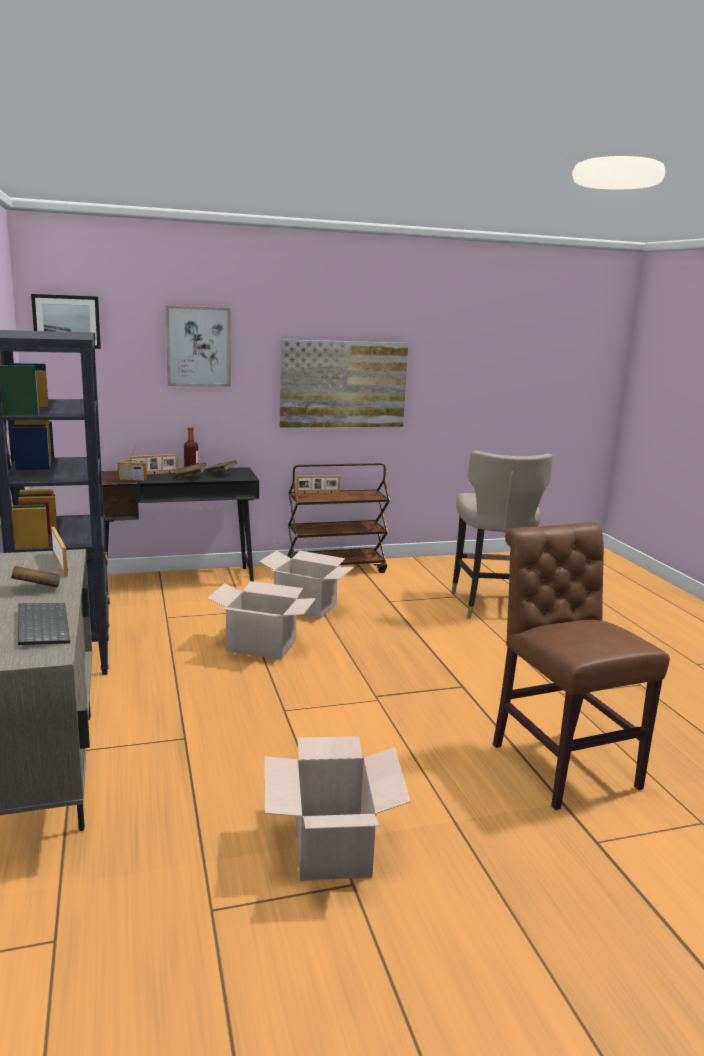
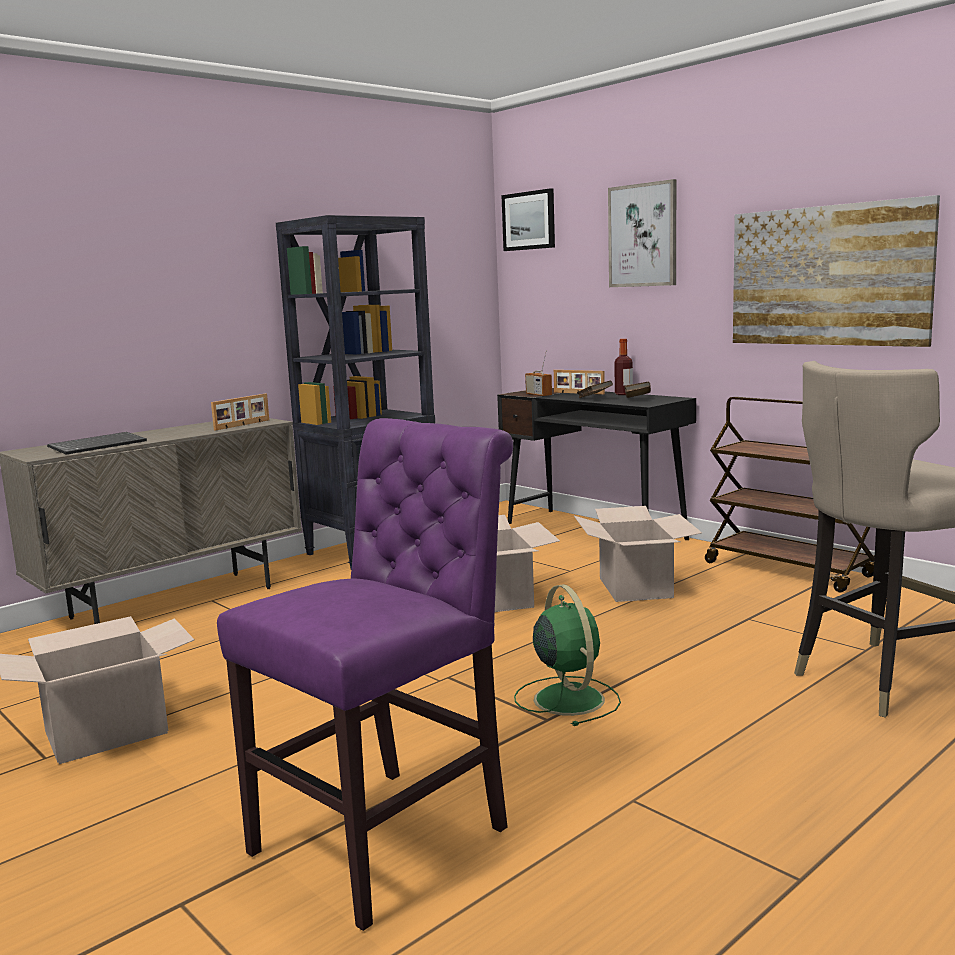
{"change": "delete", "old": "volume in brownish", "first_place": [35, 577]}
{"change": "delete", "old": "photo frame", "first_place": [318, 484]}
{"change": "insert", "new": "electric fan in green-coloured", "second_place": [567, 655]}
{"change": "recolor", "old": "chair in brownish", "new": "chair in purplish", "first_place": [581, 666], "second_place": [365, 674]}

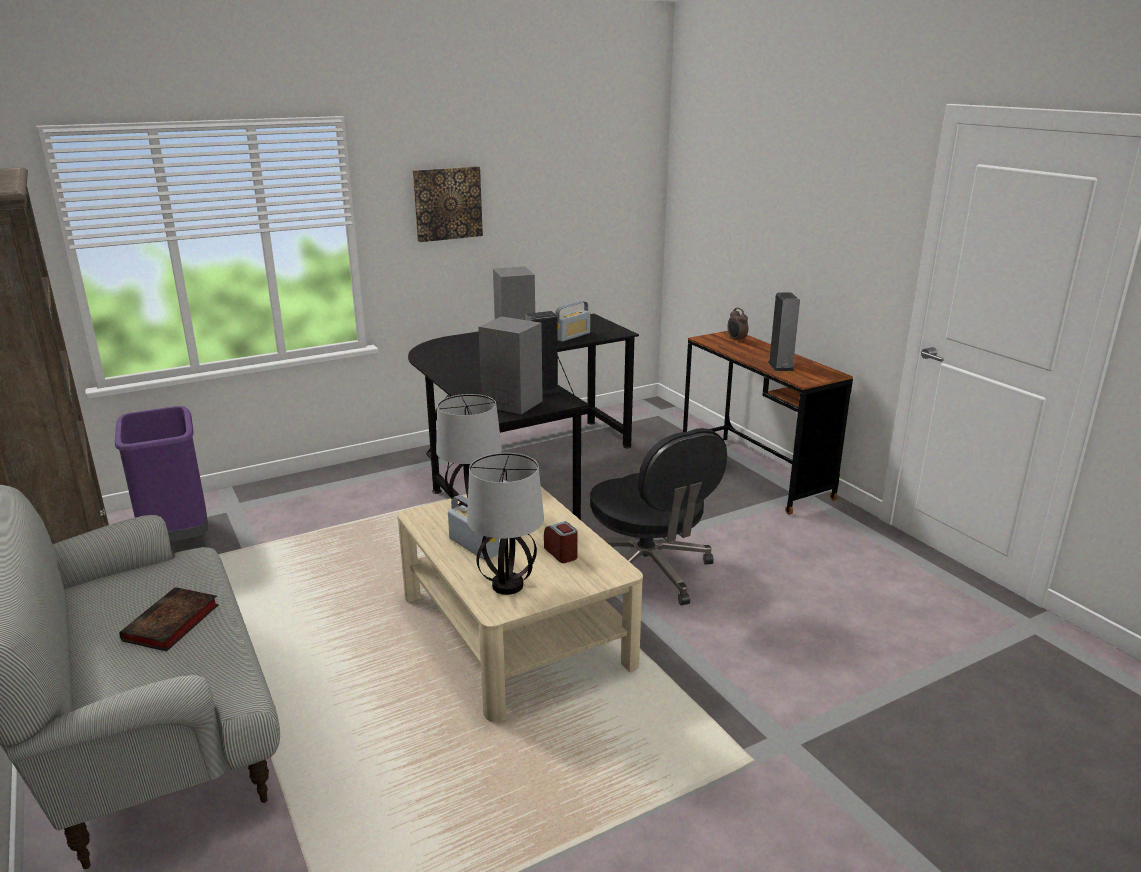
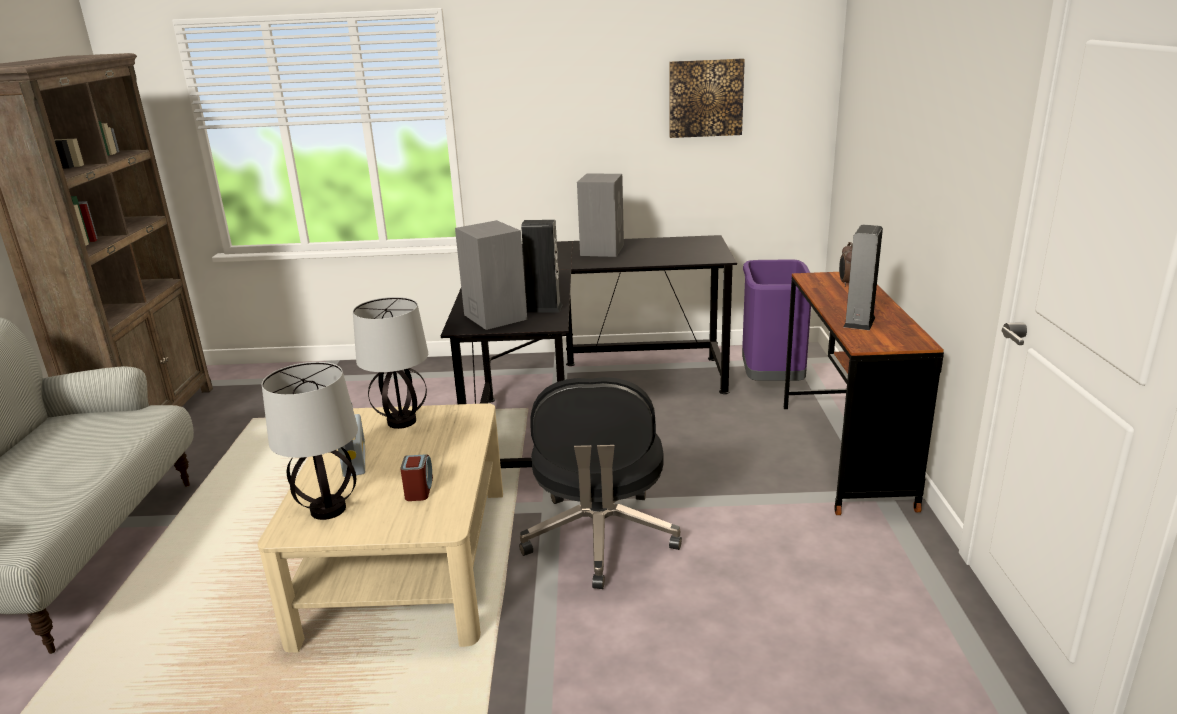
{"change": "delete", "old": "volume", "first_place": [169, 619]}
{"change": "delete", "old": "radio set", "first_place": [572, 321]}
{"change": "move", "old": "rubbish bin in purplish", "first_place": [161, 474], "second_place": [776, 320]}
{"change": "move", "old": "wall picture", "first_place": [448, 204], "second_place": [707, 98]}

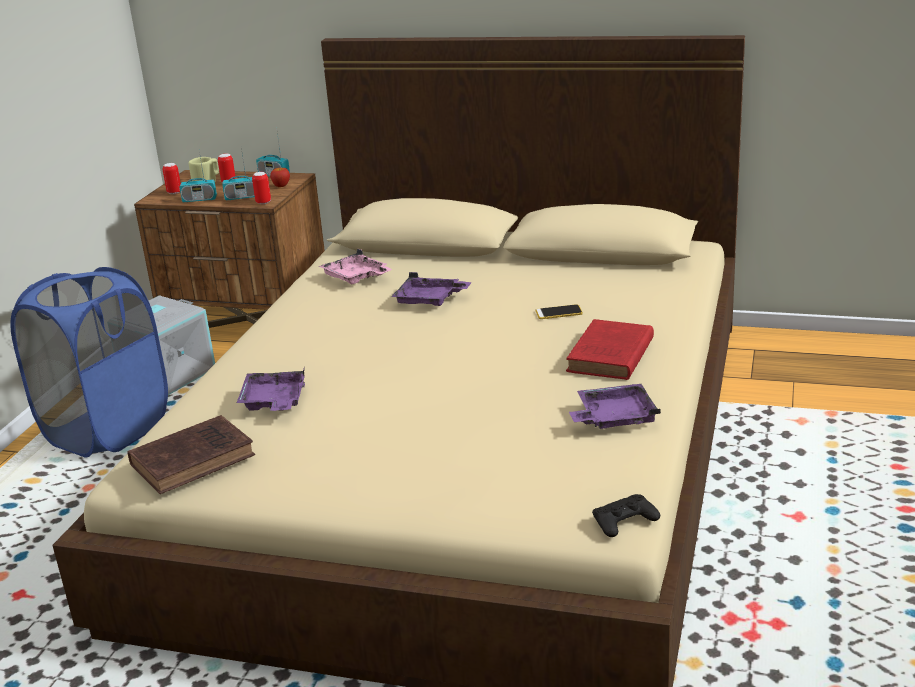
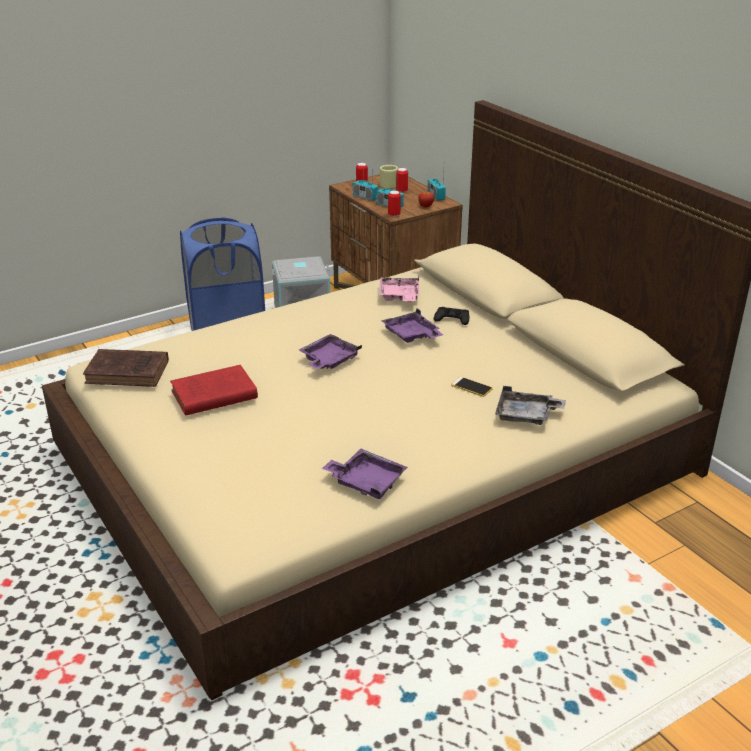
{"change": "insert", "new": "serving tray in gray", "second_place": [530, 405]}
{"change": "move", "old": "serving tray in purplish", "first_place": [271, 389], "second_place": [330, 351]}
{"change": "move", "old": "volume in reddish", "first_place": [610, 349], "second_place": [214, 390]}
{"change": "move", "old": "gamepad in black", "first_place": [626, 515], "second_place": [451, 316]}

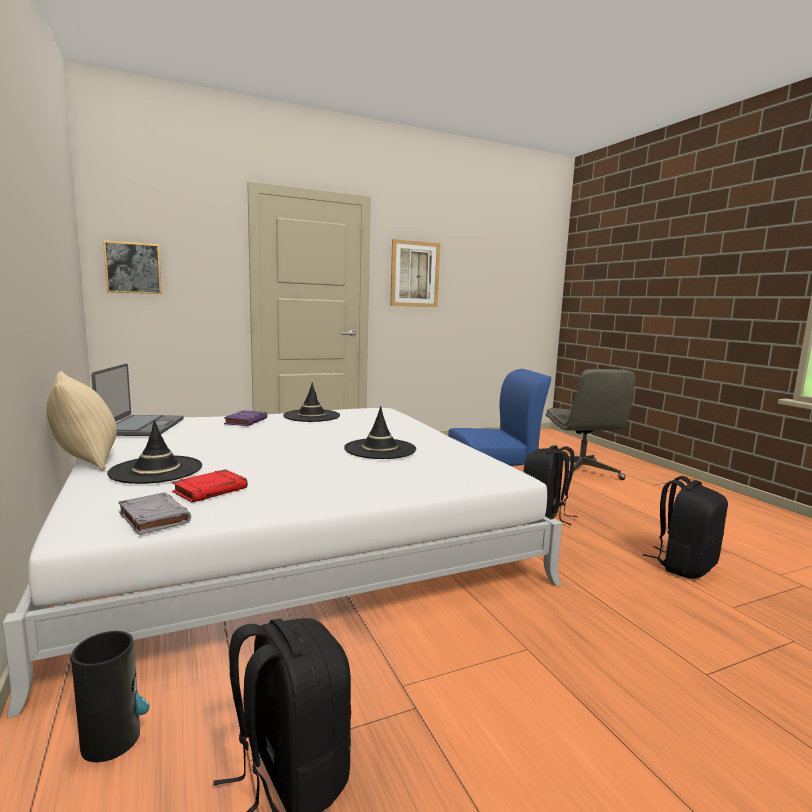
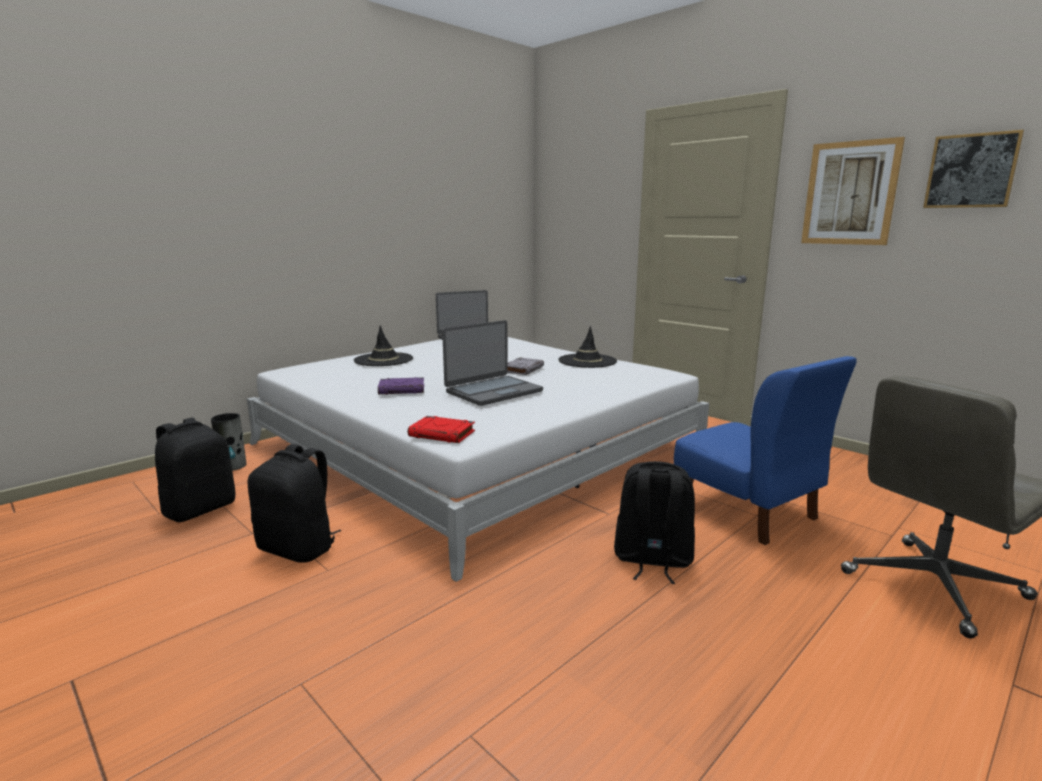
{"change": "delete", "old": "throw pillow in beige", "first_place": [82, 421]}
{"change": "move", "old": "wall picture", "first_place": [132, 267], "second_place": [973, 169]}
{"change": "move", "old": "volume in gray", "first_place": [155, 513], "second_place": [526, 366]}
{"change": "move", "old": "volume in reddish", "first_place": [210, 486], "second_place": [441, 429]}
{"change": "move", "old": "volume in purplish", "first_place": [245, 418], "second_place": [401, 386]}
{"change": "move", "old": "knapsack in black", "first_place": [685, 527], "second_place": [294, 503]}
{"change": "replace", "old": "clothing hat in black", "new": "notebook computer", "first_place": [380, 432], "second_place": [492, 363]}

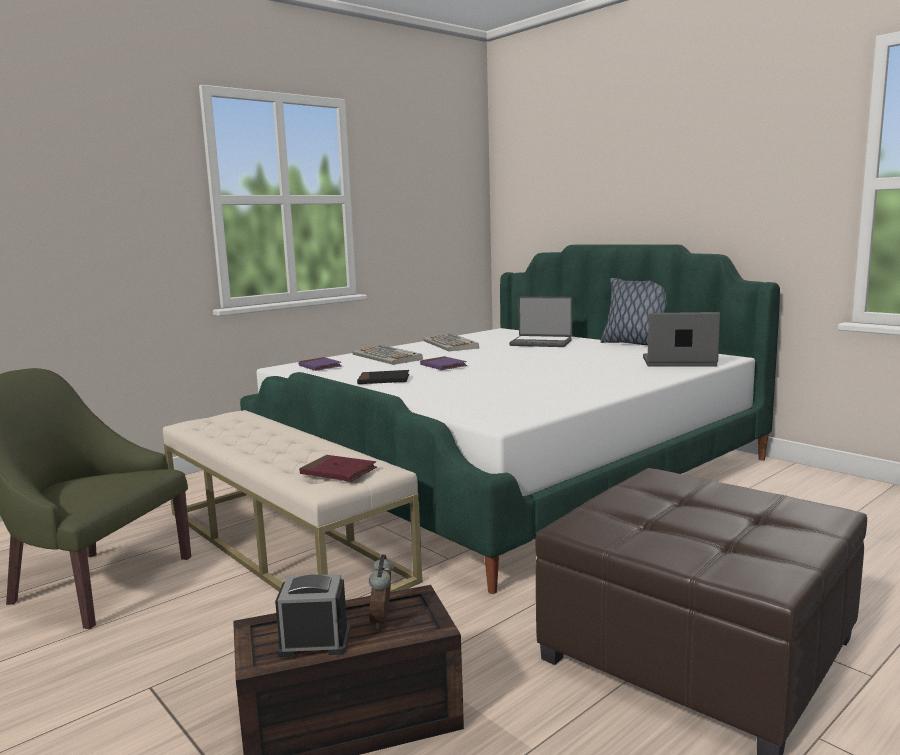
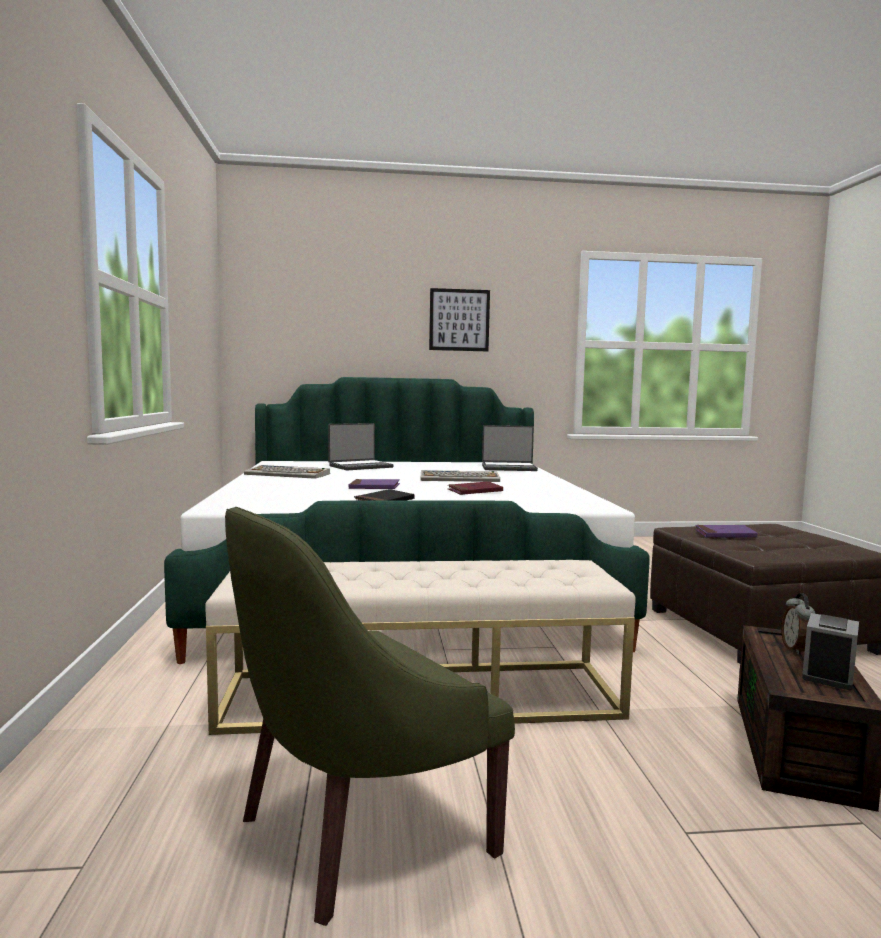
{"change": "delete", "old": "throw pillow", "first_place": [633, 311]}
{"change": "insert", "new": "wall picture", "second_place": [459, 319]}
{"change": "move", "old": "volume in purplish", "first_place": [320, 364], "second_place": [726, 531]}
{"change": "move", "old": "volume in reddish", "first_place": [338, 468], "second_place": [475, 488]}
{"change": "move", "old": "keyboard", "first_place": [387, 355], "second_place": [460, 476]}
{"change": "rotate", "old": "alarm clock", "first_place": [381, 591], "second_place": [798, 624], "degrees": 60}
{"change": "rotate", "old": "notebook computer", "first_place": [681, 339], "second_place": [510, 448], "degrees": -135}

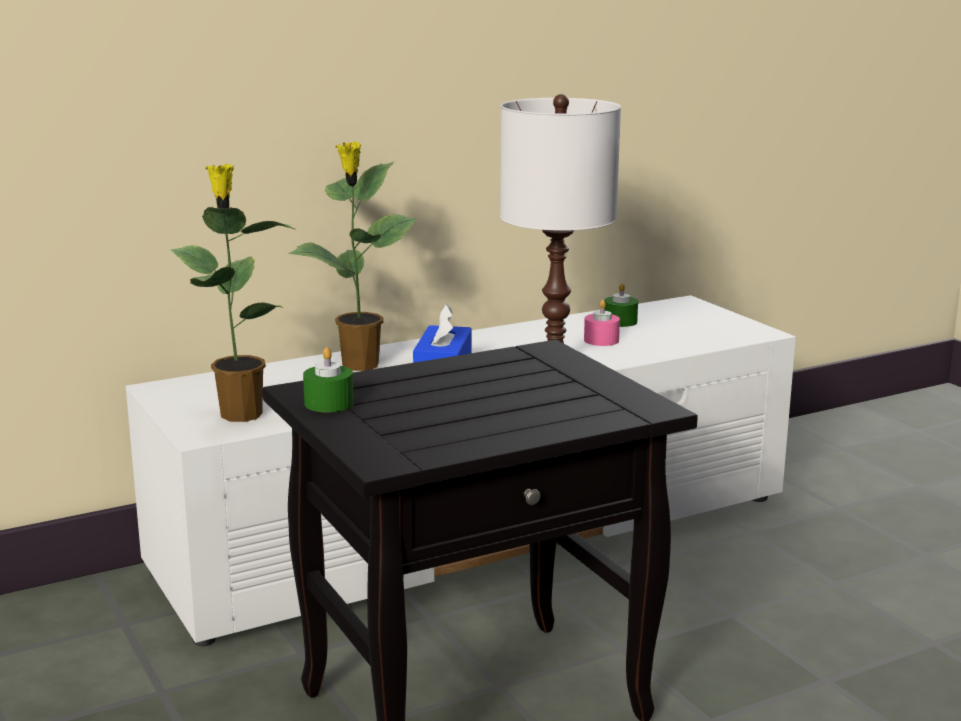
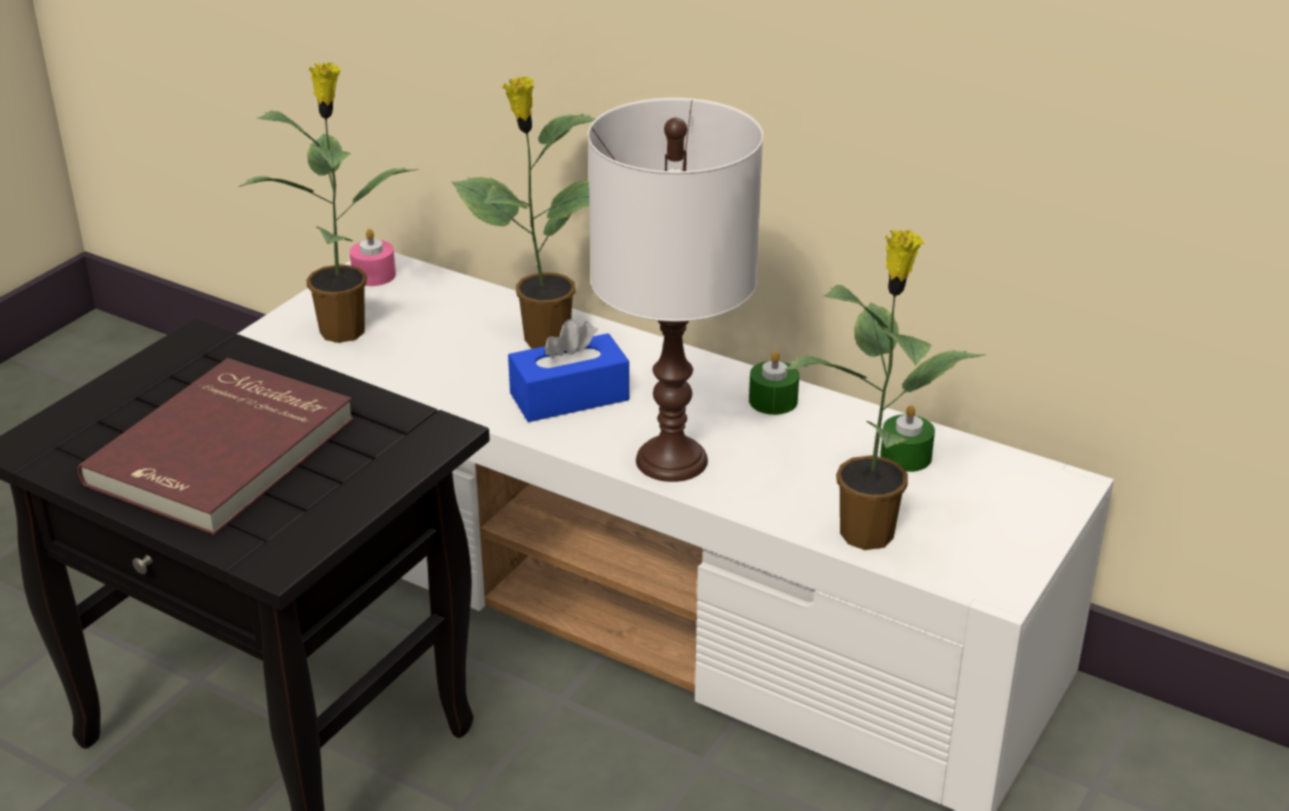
{"change": "insert", "new": "volume in reddish", "second_place": [215, 446]}
{"change": "insert", "new": "houseplant", "second_place": [885, 390]}
{"change": "move", "old": "candle in green-coloured", "first_place": [328, 379], "second_place": [774, 383]}
{"change": "move", "old": "candle in pink", "first_place": [602, 323], "second_place": [373, 257]}

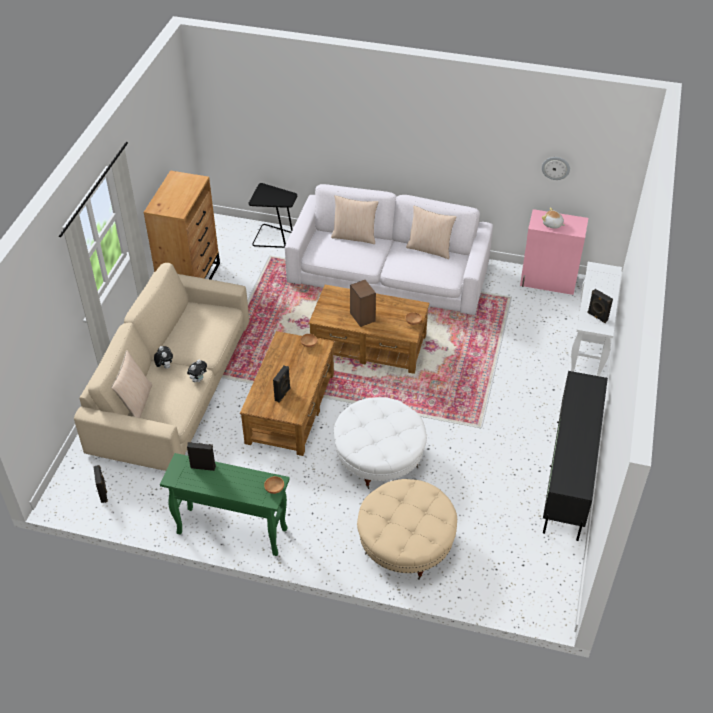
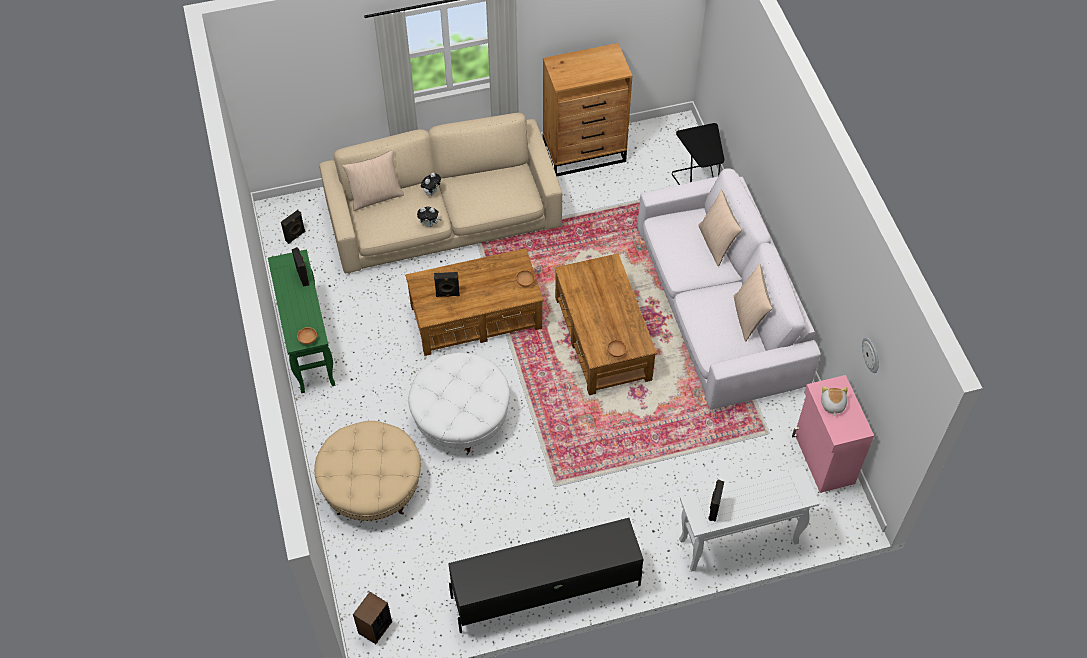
{"change": "move", "old": "audio speaker", "first_place": [363, 303], "second_place": [372, 618]}

